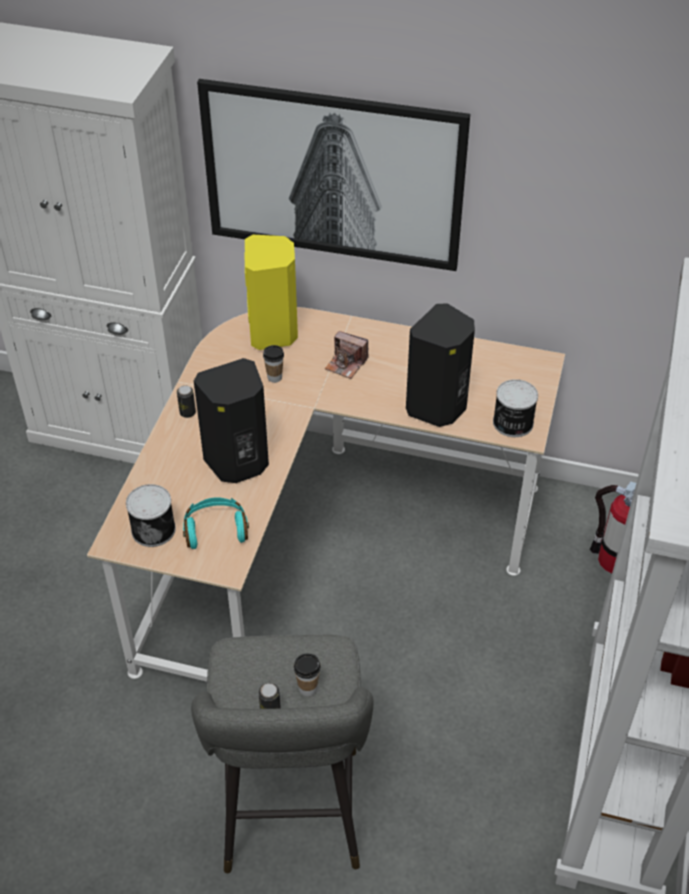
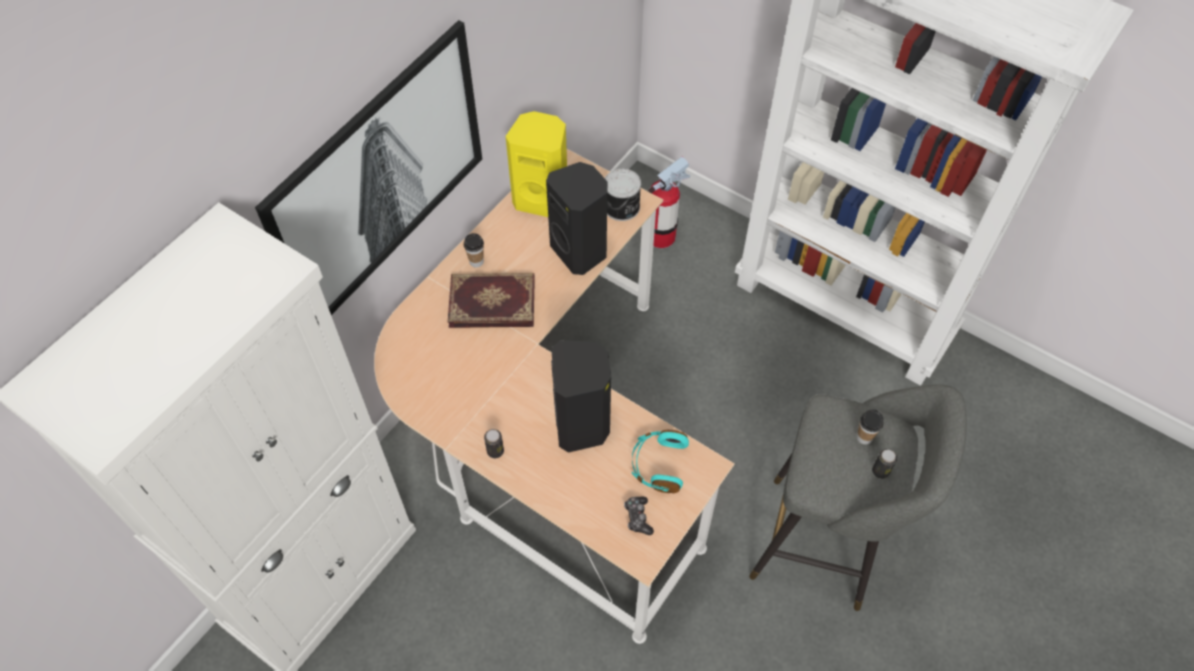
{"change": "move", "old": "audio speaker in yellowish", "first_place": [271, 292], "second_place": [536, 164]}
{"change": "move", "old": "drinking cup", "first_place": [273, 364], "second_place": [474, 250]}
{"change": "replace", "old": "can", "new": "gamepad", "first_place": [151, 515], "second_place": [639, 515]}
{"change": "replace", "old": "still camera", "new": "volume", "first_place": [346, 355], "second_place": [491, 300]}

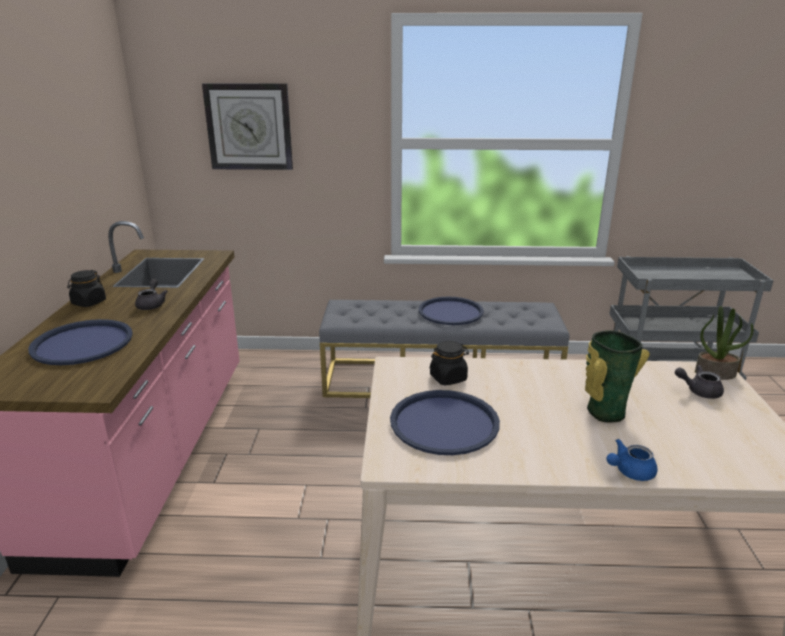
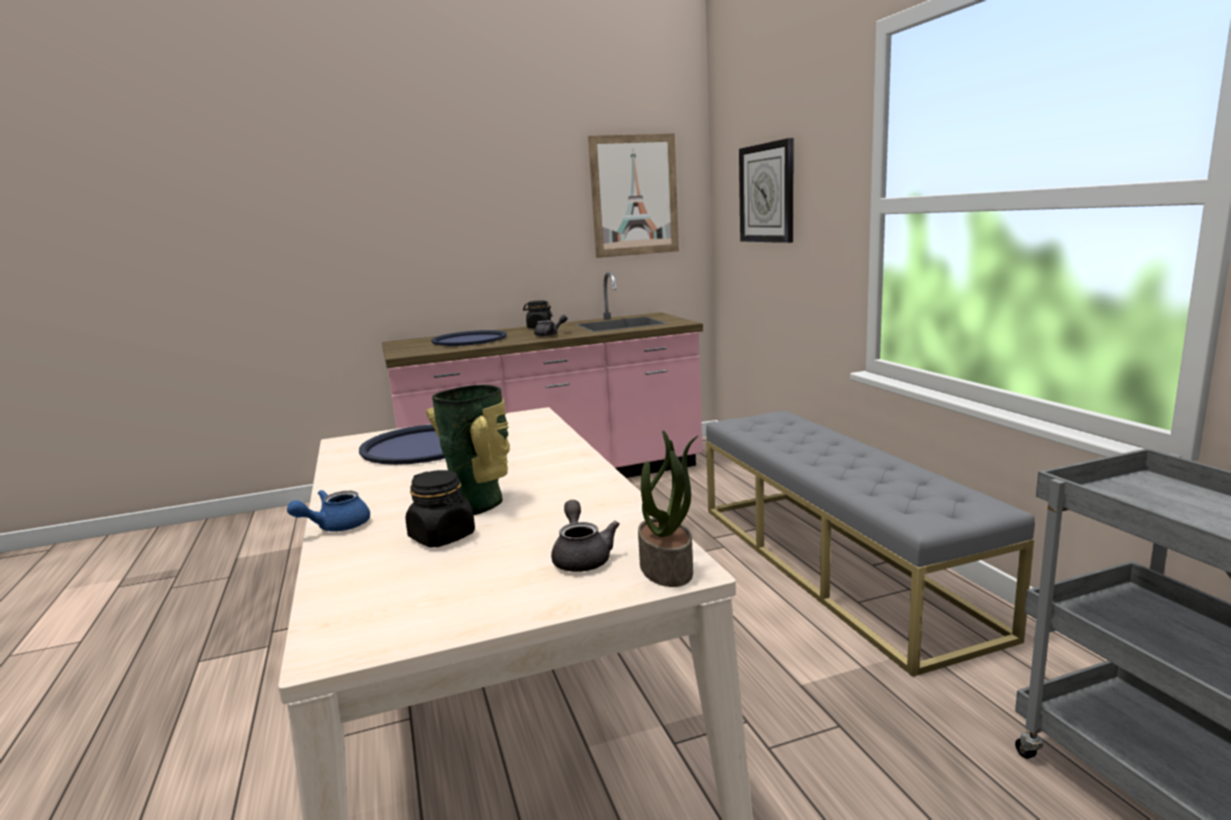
{"change": "delete", "old": "serving tray in bluish", "first_place": [451, 311]}
{"change": "insert", "new": "wall picture", "second_place": [633, 195]}
{"change": "move", "old": "preserve jar in black", "first_place": [449, 363], "second_place": [440, 508]}
{"change": "rotate", "old": "teapot in bluish", "first_place": [632, 460], "second_place": [328, 511], "degrees": -90}

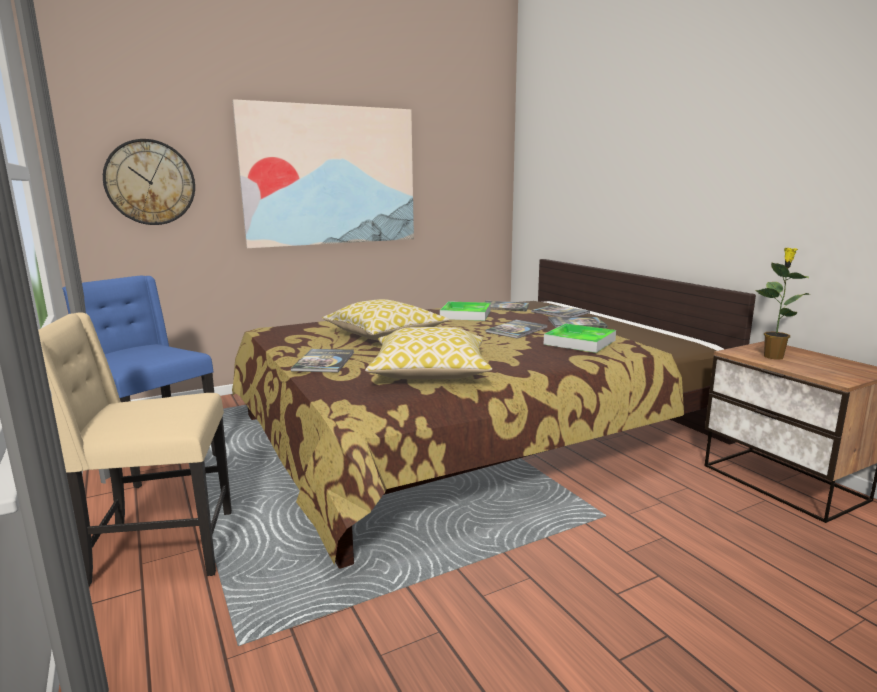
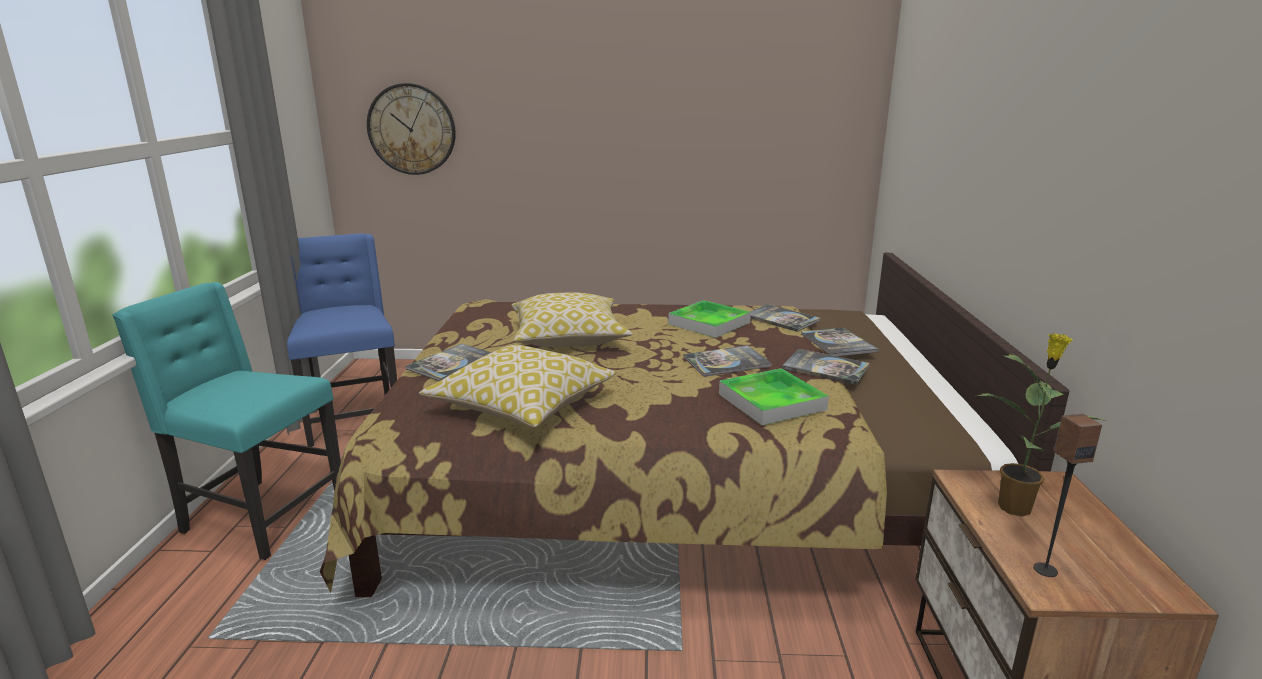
{"change": "delete", "old": "wall picture", "first_place": [323, 173]}
{"change": "insert", "new": "audio speaker", "second_place": [1067, 495]}
{"change": "recolor", "old": "chair in beige", "new": "chair in turquoise", "first_place": [135, 449], "second_place": [226, 421]}

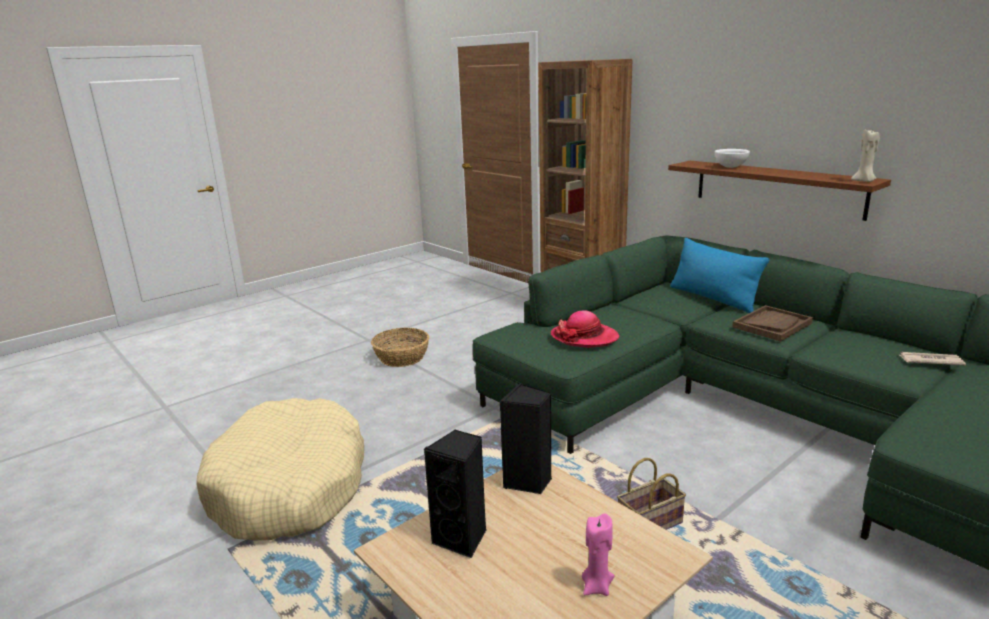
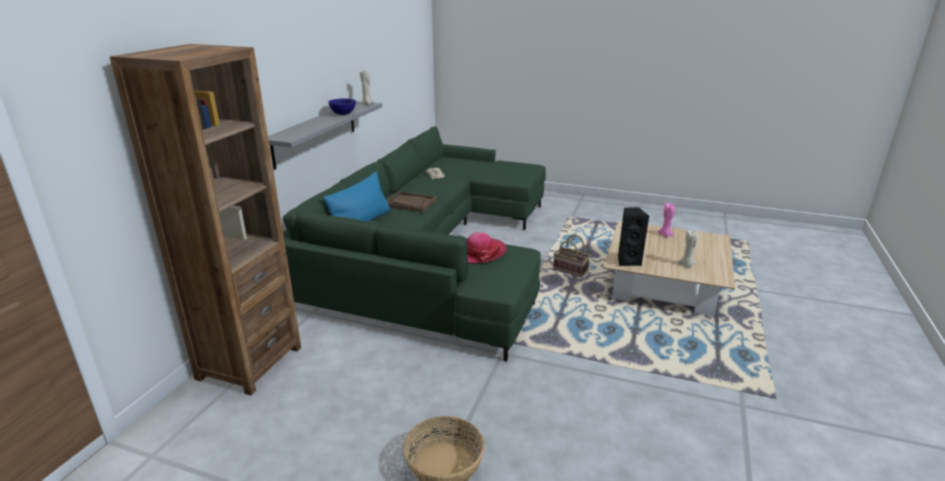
{"change": "delete", "old": "pet bed in beige", "first_place": [280, 469]}
{"change": "delete", "old": "serving bowl in whitish", "first_place": [732, 158]}
{"change": "insert", "new": "serving bowl in bluish", "second_place": [342, 106]}
{"change": "replace", "old": "audio speaker in black", "new": "candle in beige", "first_place": [455, 493], "second_place": [687, 249]}
{"change": "recolor", "old": "bracket shelf in brownish", "new": "bracket shelf in gray", "first_place": [779, 191], "second_place": [325, 135]}

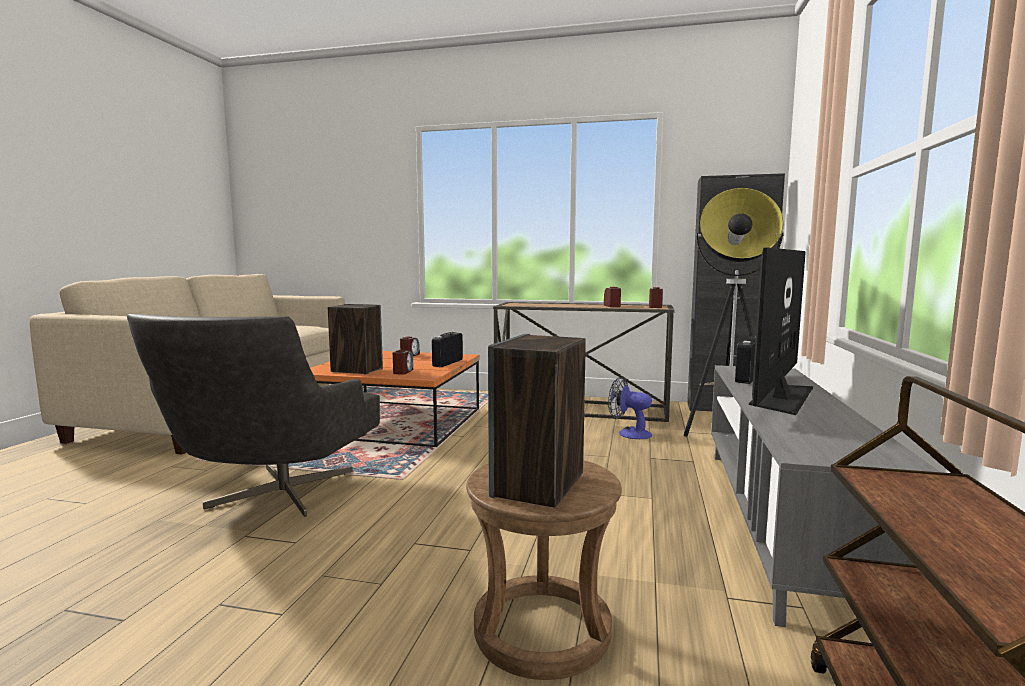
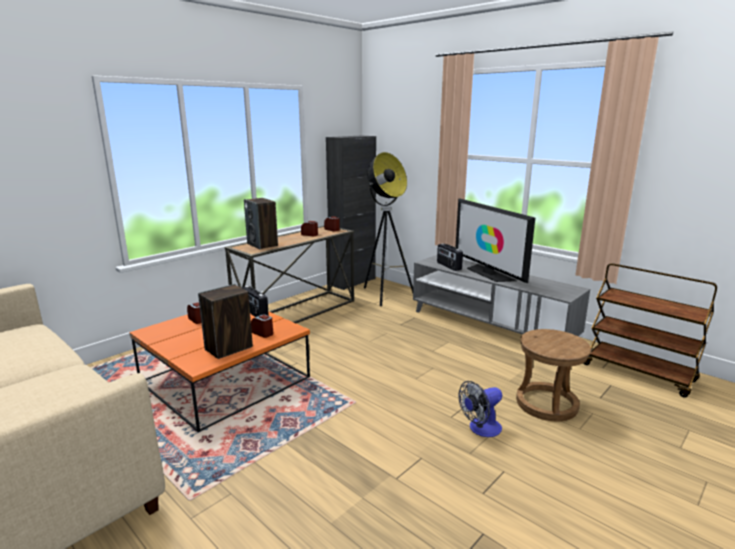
{"change": "delete", "old": "armchair in gray", "first_place": [253, 415]}
{"change": "move", "old": "audio speaker", "first_place": [537, 421], "second_place": [261, 223]}
{"change": "move", "old": "electric fan", "first_place": [630, 408], "second_place": [480, 409]}

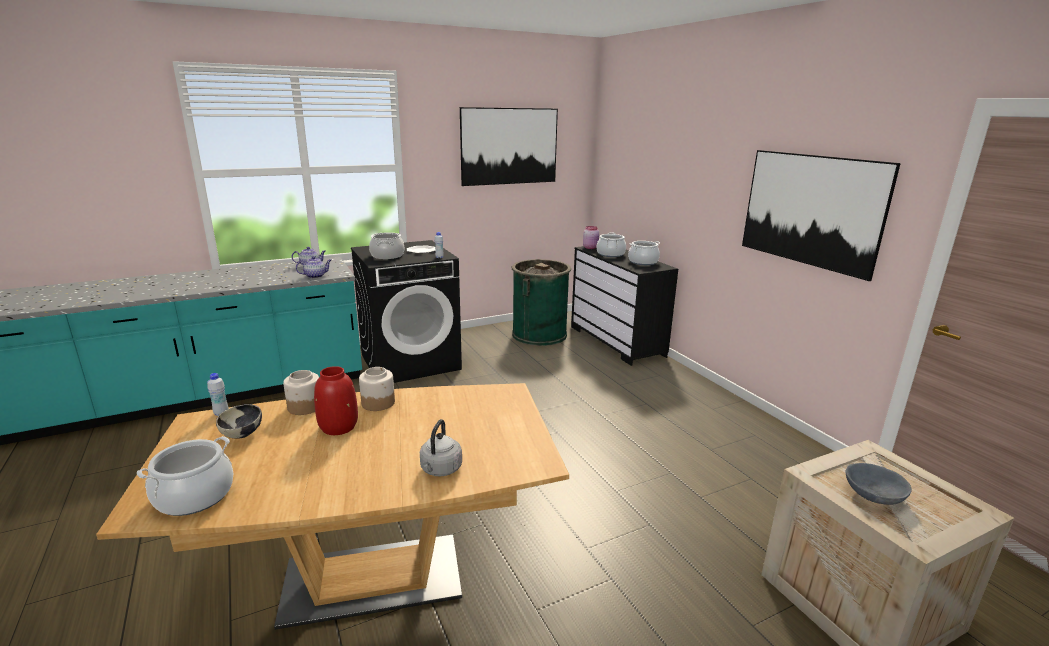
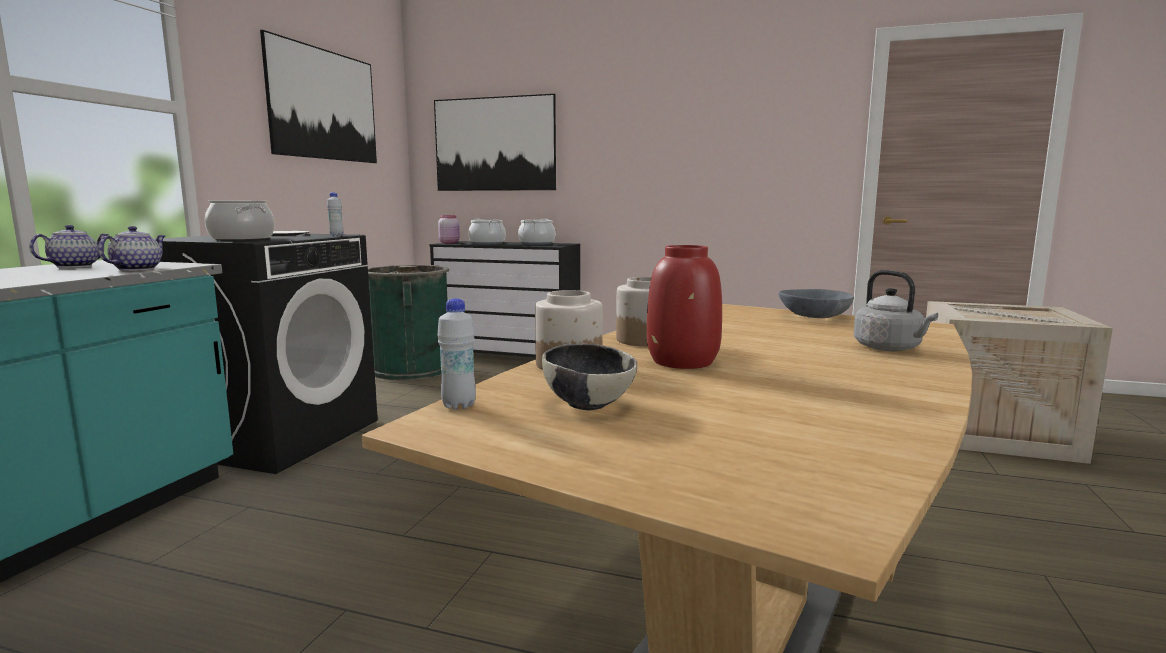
{"change": "delete", "old": "cooking pot", "first_place": [185, 476]}
{"change": "move", "old": "wall picture", "first_place": [821, 215], "second_place": [495, 142]}
{"change": "move", "old": "serving bowl in gray", "first_place": [879, 484], "second_place": [816, 303]}

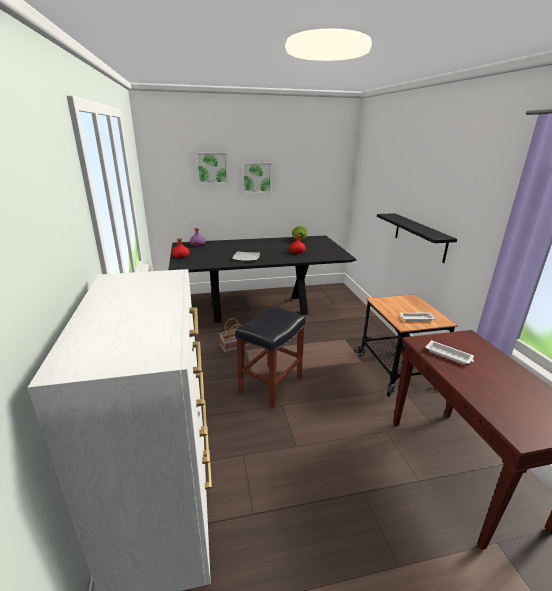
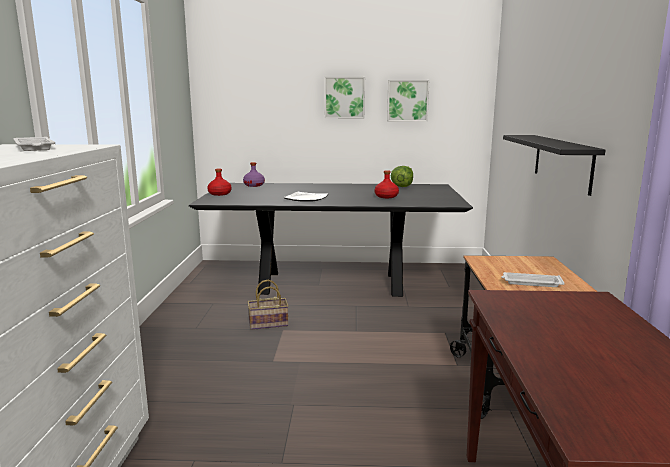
{"change": "delete", "old": "stool in black", "first_place": [270, 357]}
{"change": "move", "old": "wall picture", "first_place": [212, 168], "second_place": [408, 101]}
{"change": "move", "old": "serving tray in whitish", "first_place": [449, 352], "second_place": [34, 144]}

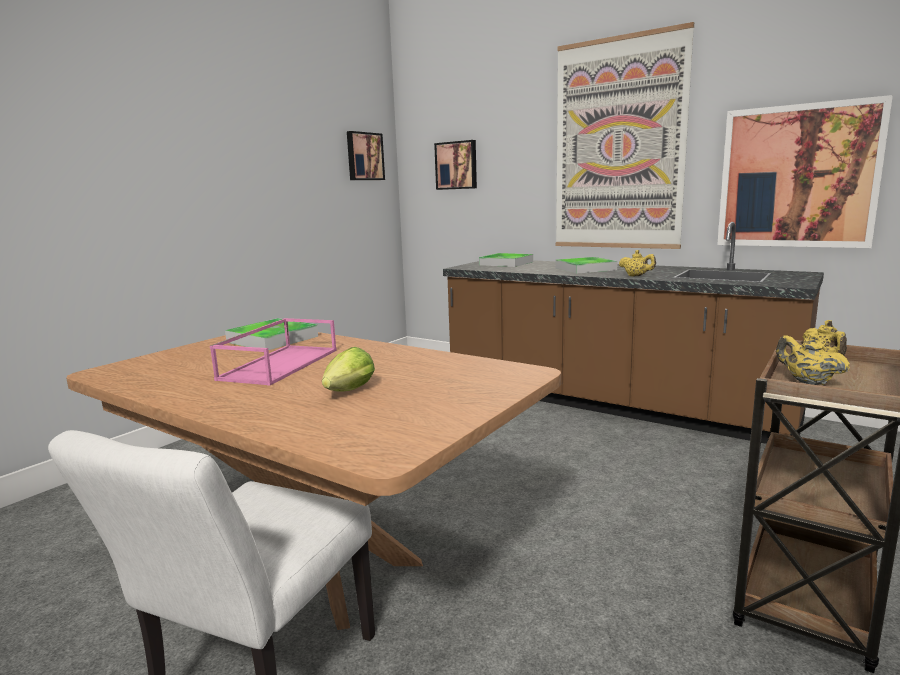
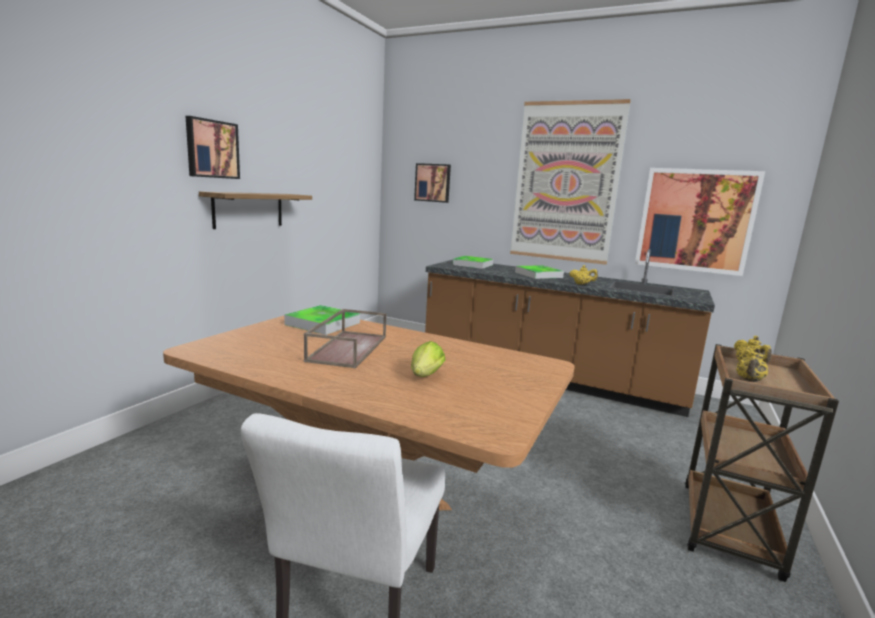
{"change": "insert", "new": "bracket shelf", "second_place": [255, 210]}
{"change": "move", "old": "wall picture", "first_place": [366, 155], "second_place": [213, 147]}
{"change": "recolor", "old": "serving tray in pink", "new": "serving tray in brownish", "first_place": [273, 352], "second_place": [345, 338]}
{"change": "rotate", "old": "teapot in yellowish", "first_place": [813, 359], "second_place": [752, 365], "degrees": -105}

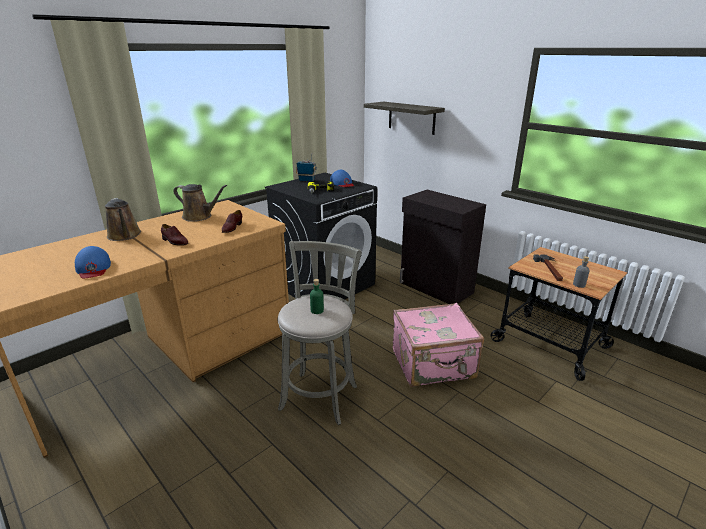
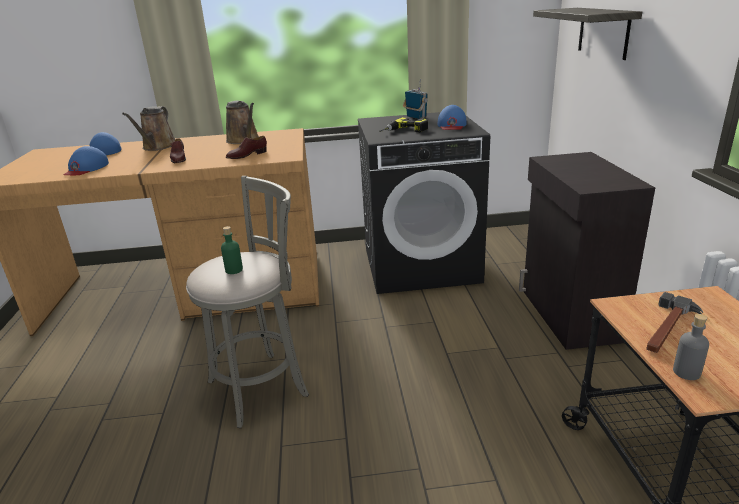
{"change": "delete", "old": "piece of luggage in pink", "first_place": [438, 345]}
{"change": "insert", "new": "baseball cap in bluish", "second_place": [105, 143]}

